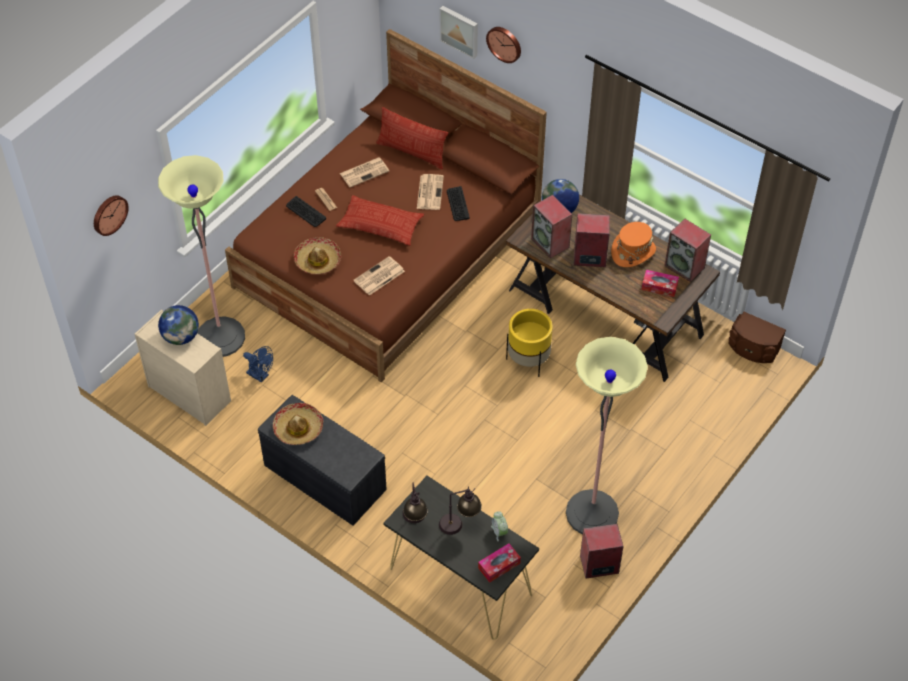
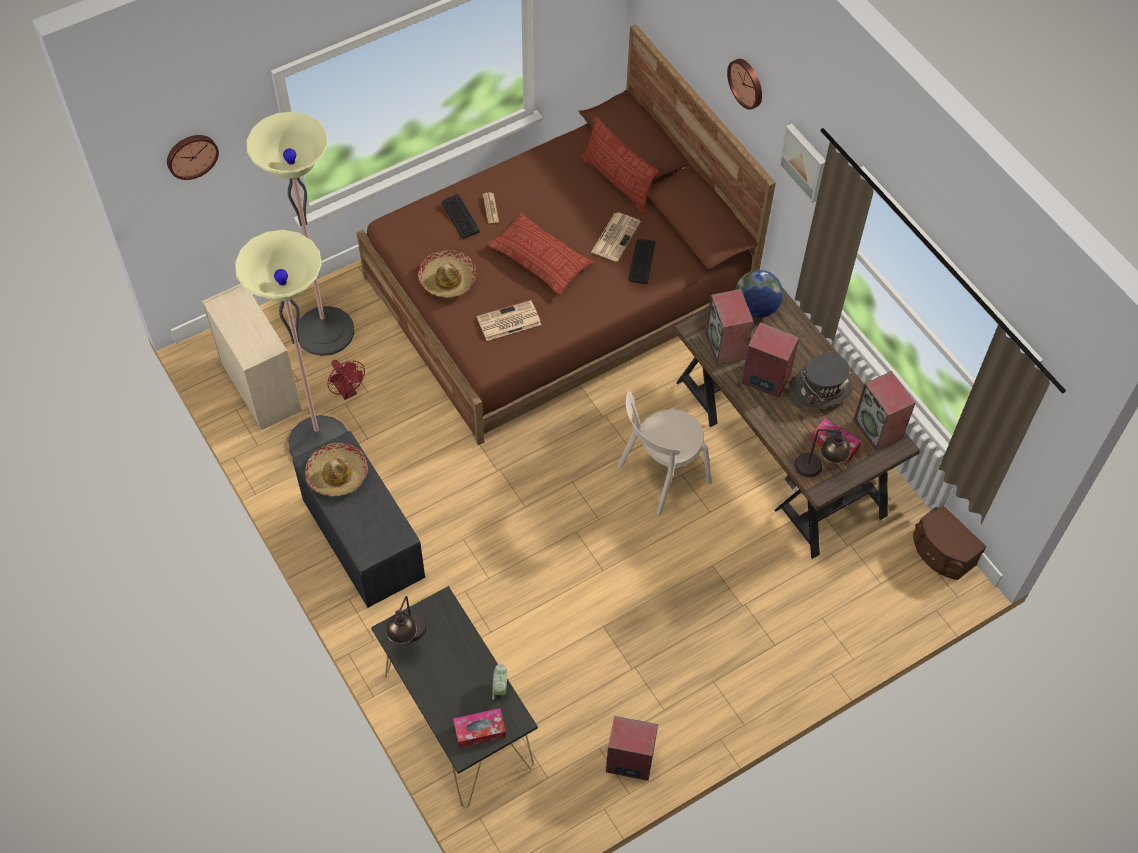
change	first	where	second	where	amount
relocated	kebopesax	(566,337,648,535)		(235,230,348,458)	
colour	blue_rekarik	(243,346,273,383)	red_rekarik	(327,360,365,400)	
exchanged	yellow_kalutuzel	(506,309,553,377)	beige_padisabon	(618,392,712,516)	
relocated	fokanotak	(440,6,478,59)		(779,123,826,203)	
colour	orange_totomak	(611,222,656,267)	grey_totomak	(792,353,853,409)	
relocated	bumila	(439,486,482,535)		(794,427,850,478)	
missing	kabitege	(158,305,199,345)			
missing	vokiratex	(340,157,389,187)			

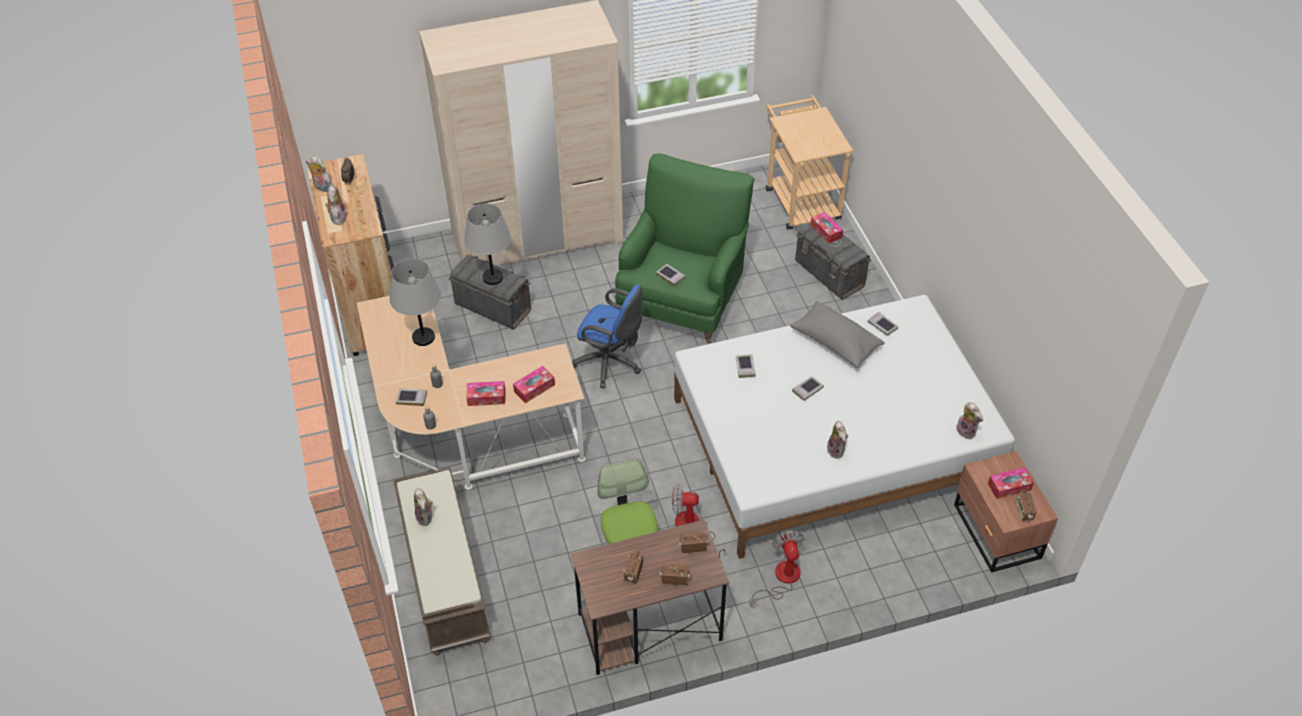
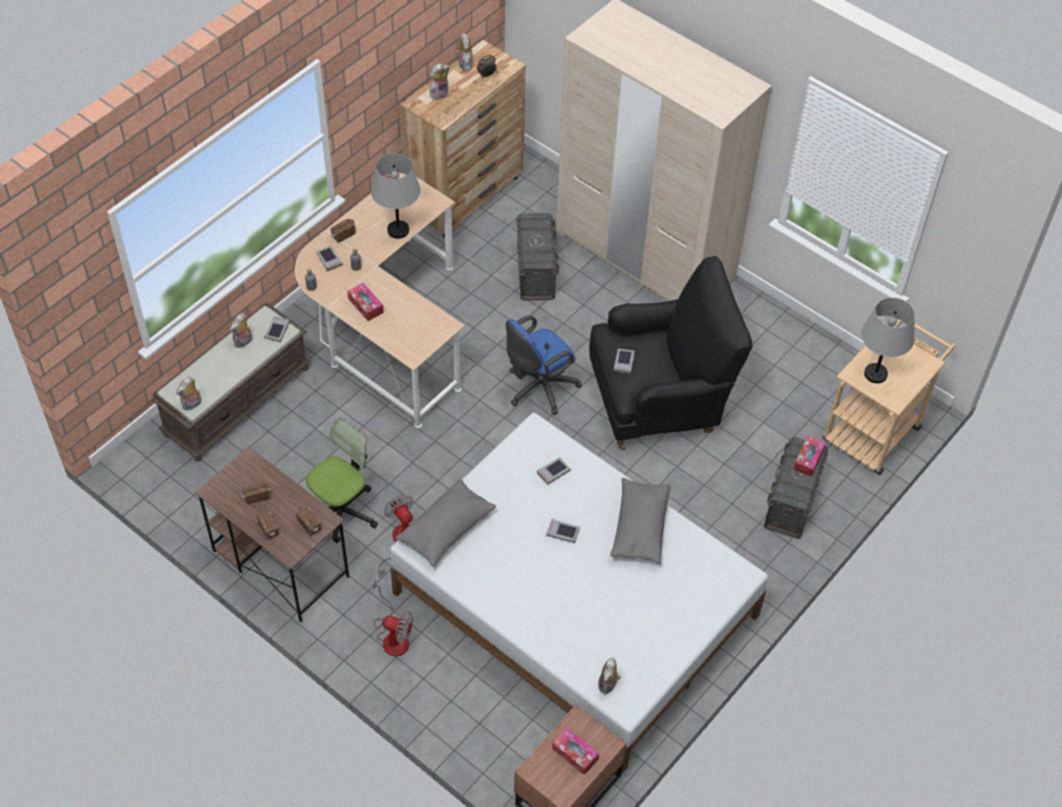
change	first	where	second	where	amount
relocated	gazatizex	(827,420,848,459)		(176,376,201,411)	
relocated	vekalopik	(867,312,899,336)		(264,316,290,342)	
relocated	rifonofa	(1016,491,1037,521)		(331,219,356,243)	
spun	rekarik	(749,530,804,606)		(373,579,413,656)	60 degrees clockwise
appeared			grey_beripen	(396,479,496,567)	
spun	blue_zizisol	(572,284,642,388)		(506,315,582,415)	60 degrees clockwise
colour	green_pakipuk	(615,154,755,344)	black_pakipuk	(589,256,752,450)	
relocated	grey_bumila	(464,203,511,285)		(861,298,914,383)	
missing	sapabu	(513,366,555,403)			

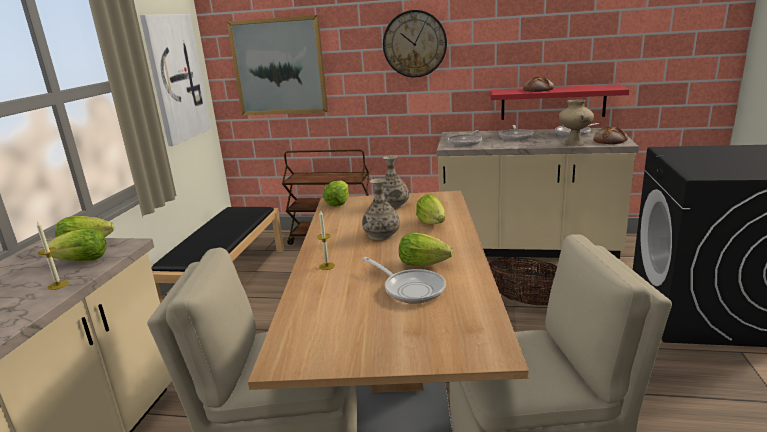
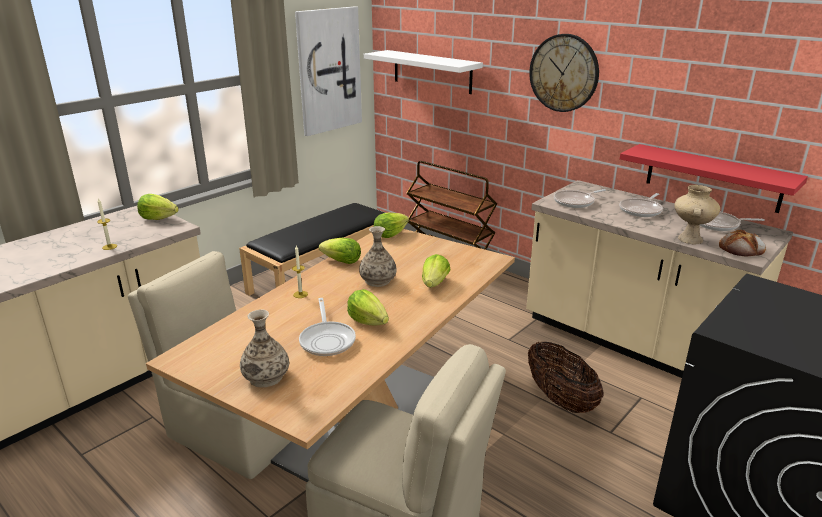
change	first	where	second	where	amount
relocated	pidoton	(383,155,409,209)		(240,309,289,387)	
relocated	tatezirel	(43,228,107,261)		(319,238,361,264)	
exchanged	fokanotak	(227,15,328,115)	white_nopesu	(364,50,483,94)	
missing	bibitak	(523,76,554,92)			

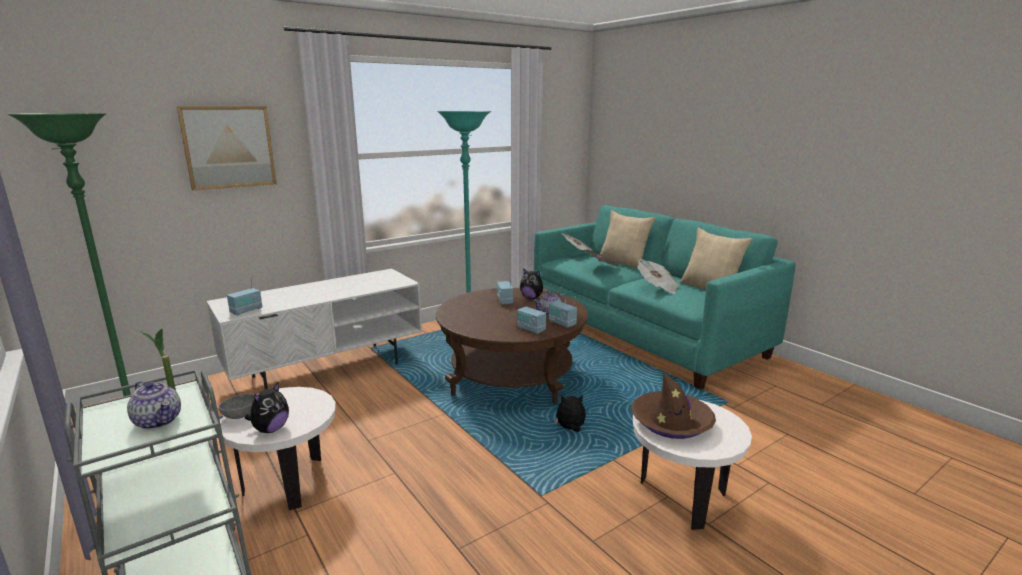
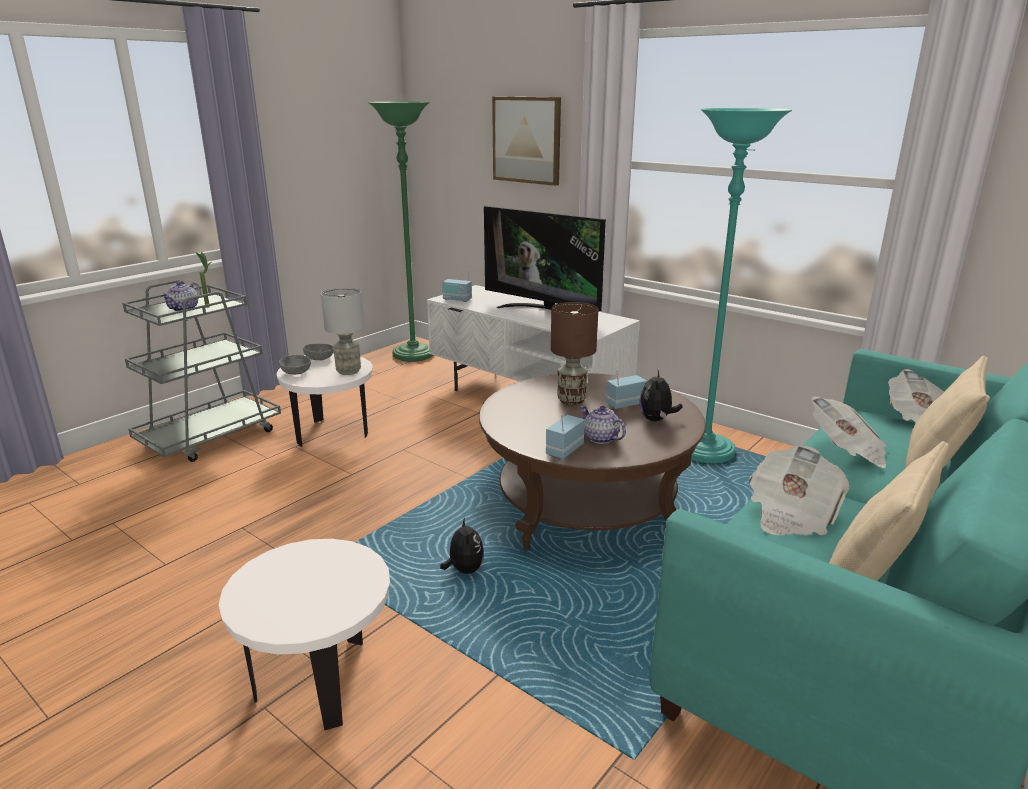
change	first	where	second	where	amount
exchanged	gazatizex	(245,382,289,433)	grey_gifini	(279,355,311,375)	
appeared			grey_bumila	(321,287,364,375)	
appeared			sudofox	(484,206,606,311)	
appeared			brown_bumila	(551,302,598,405)	
missing	rifonofa	(517,301,546,334)			
missing	brown_totomak	(631,372,716,439)			

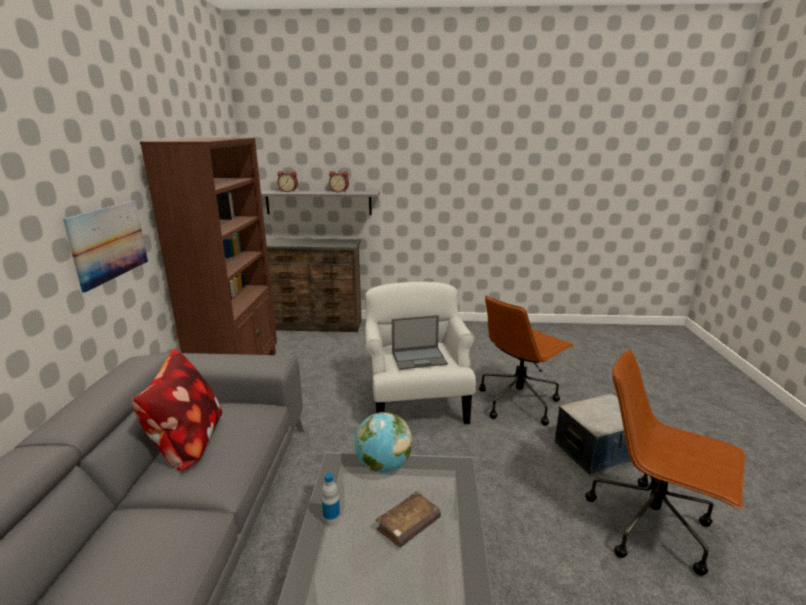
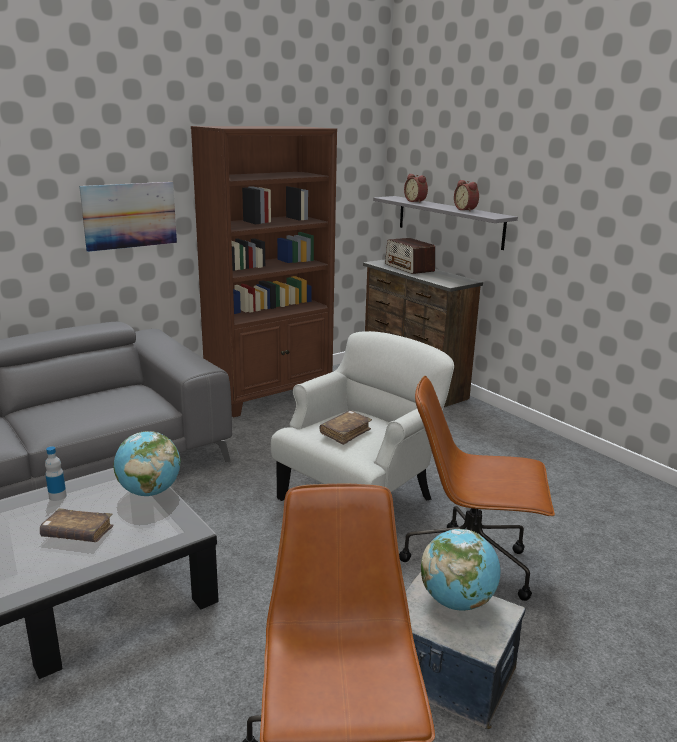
change	first	where	second	where	amount
exchanged	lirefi	(392,315,448,370)	brown_vekalopik	(320,410,372,445)	
appeared			rifonofa	(385,238,435,274)	
appeared			kabitege	(421,529,500,611)	
missing	beripen	(131,349,222,472)			

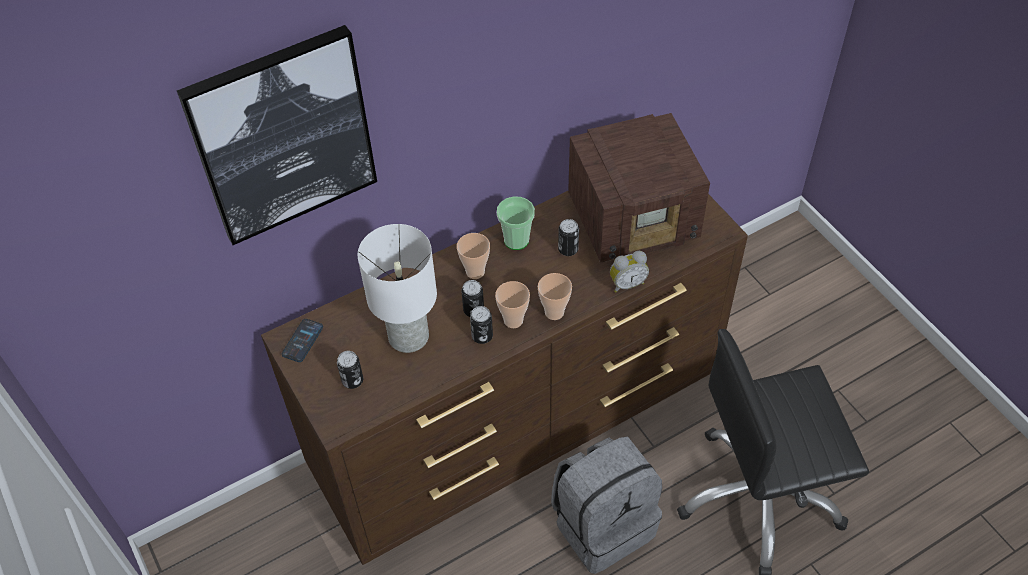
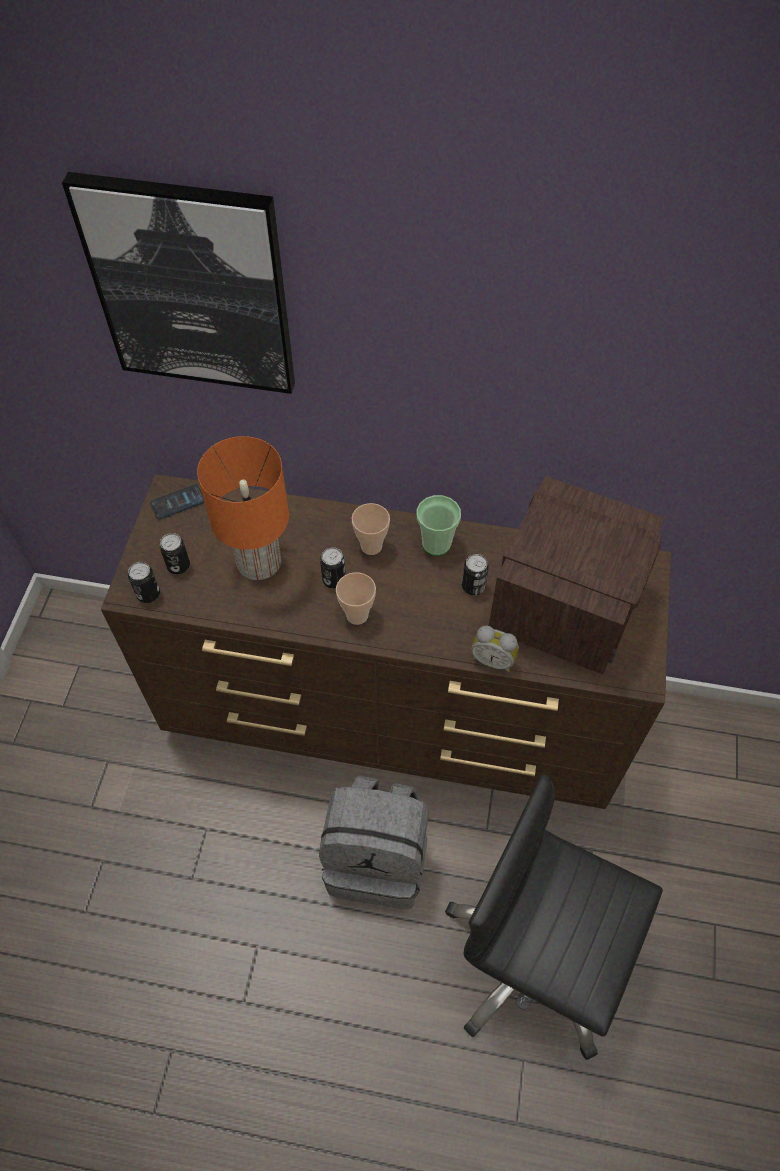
change	first	where	second	where	amount
relocated	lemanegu	(470,306,493,344)		(128,562,160,603)	
colour	white_bumila	(358,224,437,353)	orange_bumila	(197,436,289,580)	
spun	rifonofa	(568,113,710,263)		(489,476,665,675)	90 degrees counterclockwise
missing	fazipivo	(538,273,572,320)			

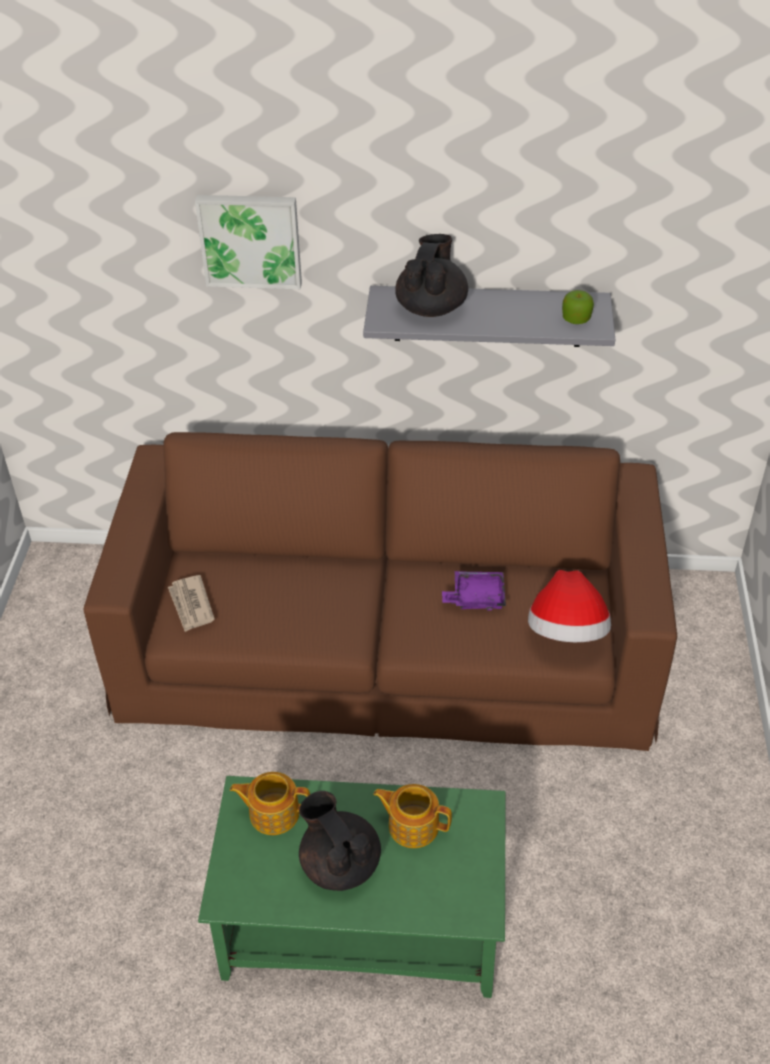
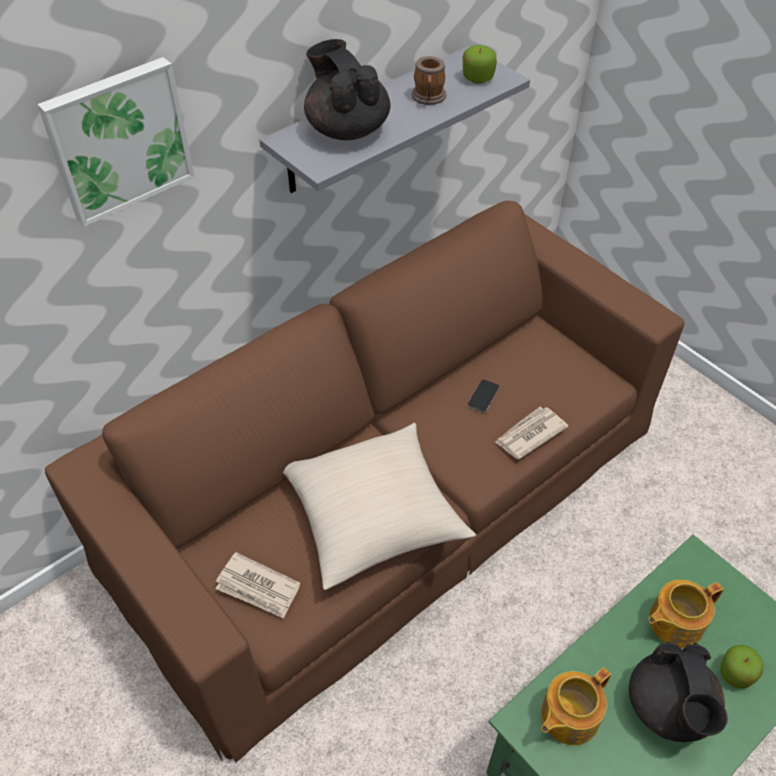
change	first	where	second	where	amount
appeared			beige_beripen	(283,423,476,590)	
appeared			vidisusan	(412,56,447,105)	
exchanged	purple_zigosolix	(442,571,506,611)	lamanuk	(468,380,499,413)	
appeared			vokiratex	(495,407,568,459)	
spun	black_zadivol	(299,791,381,891)		(629,642,728,742)	105 degrees counterclockwise
appeared			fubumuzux	(720,645,763,688)	
missing	totomak	(528,570,611,642)			

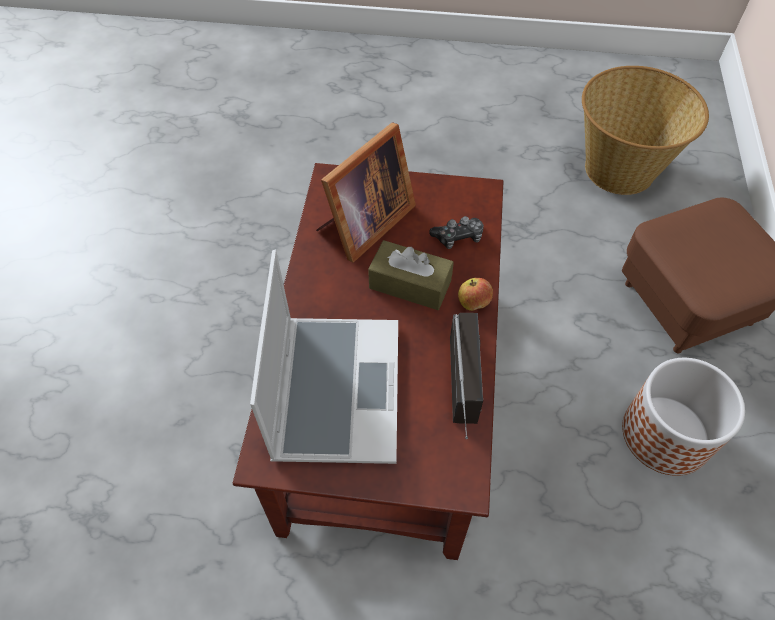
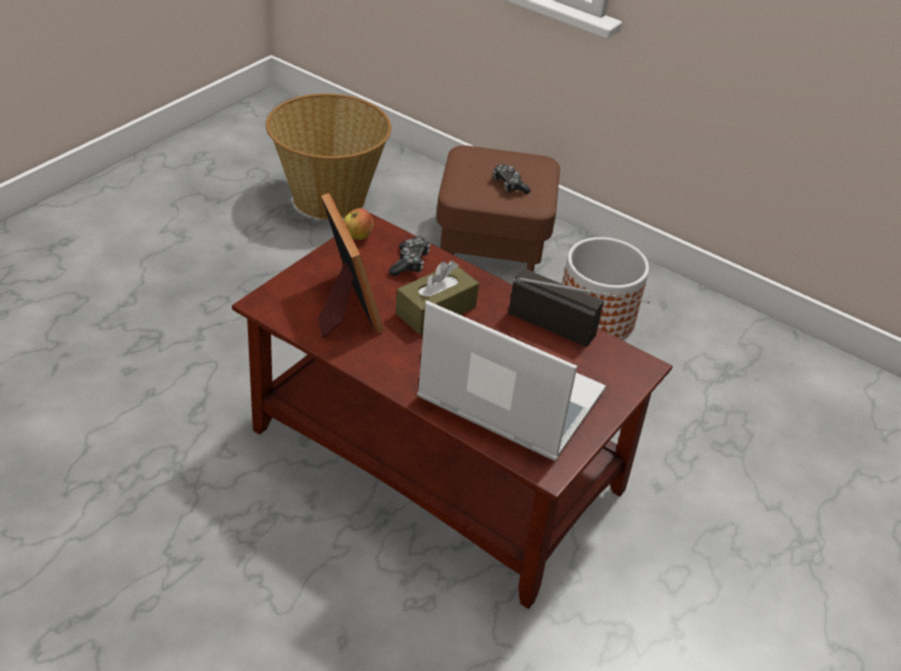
change	first	where	second	where	amount
relocated	fubumuzux	(458,278,493,311)		(344,208,374,240)	
appeared			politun	(493,164,531,194)	

